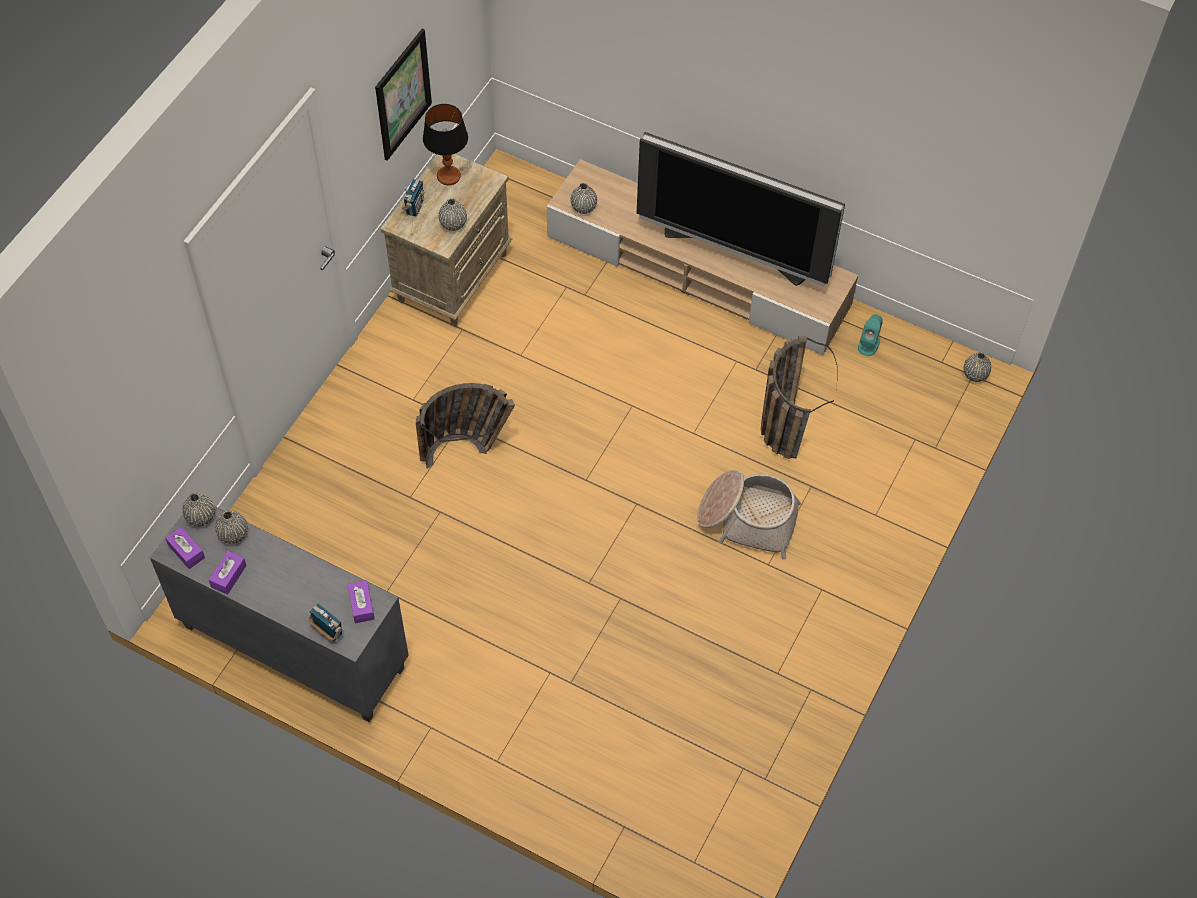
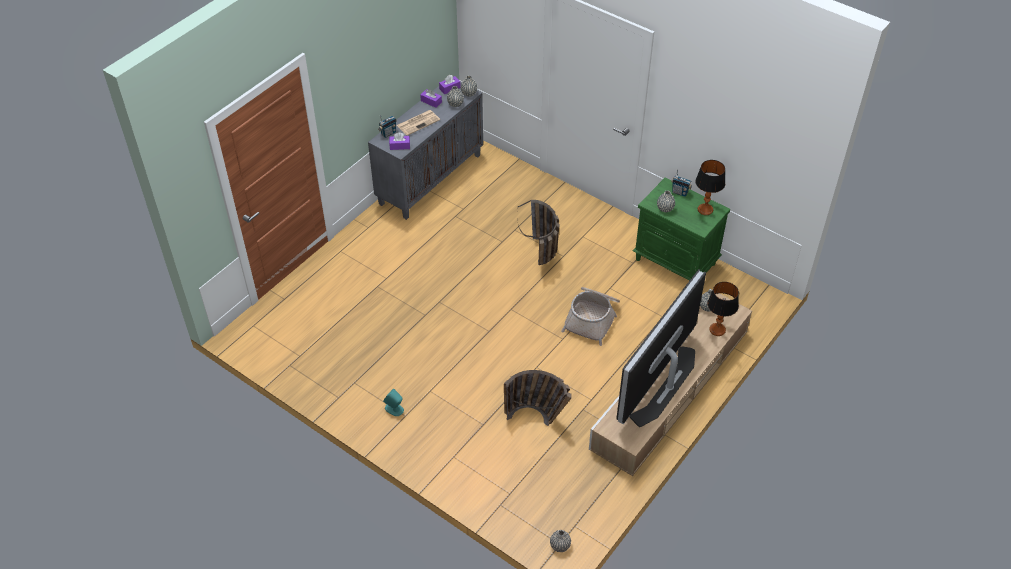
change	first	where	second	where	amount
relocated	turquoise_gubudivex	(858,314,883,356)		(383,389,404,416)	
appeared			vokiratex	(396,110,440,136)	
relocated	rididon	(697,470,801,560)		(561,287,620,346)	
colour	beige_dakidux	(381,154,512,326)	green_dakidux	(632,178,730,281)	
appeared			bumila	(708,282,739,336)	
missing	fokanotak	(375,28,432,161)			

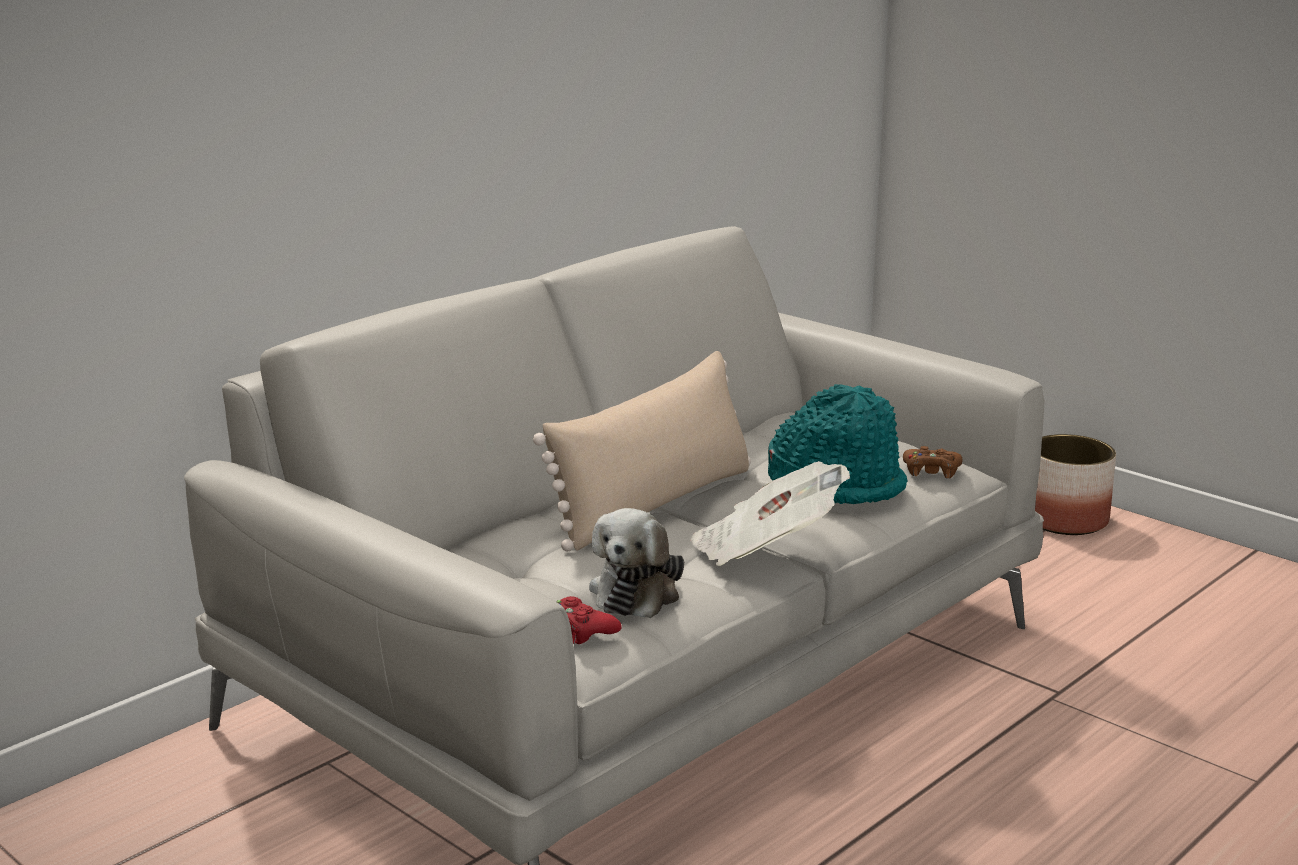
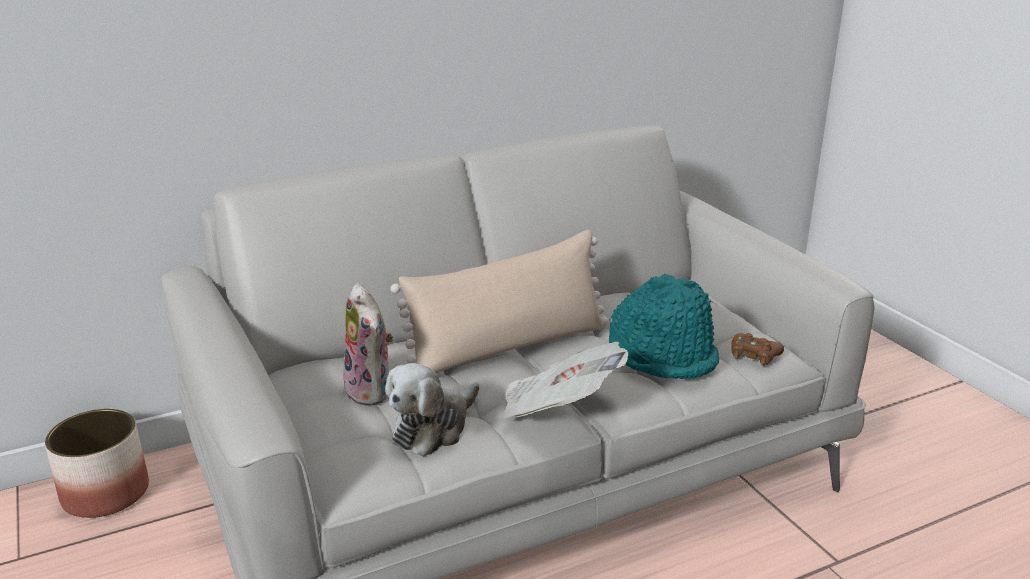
change	first	where	second	where	amount
relocated	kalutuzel	(1035,434,1116,535)		(45,409,149,518)	
appeared			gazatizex	(343,283,393,406)	
missing	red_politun	(556,596,622,644)			

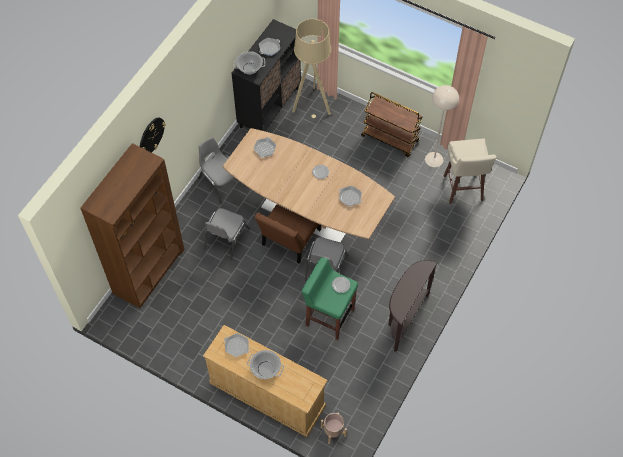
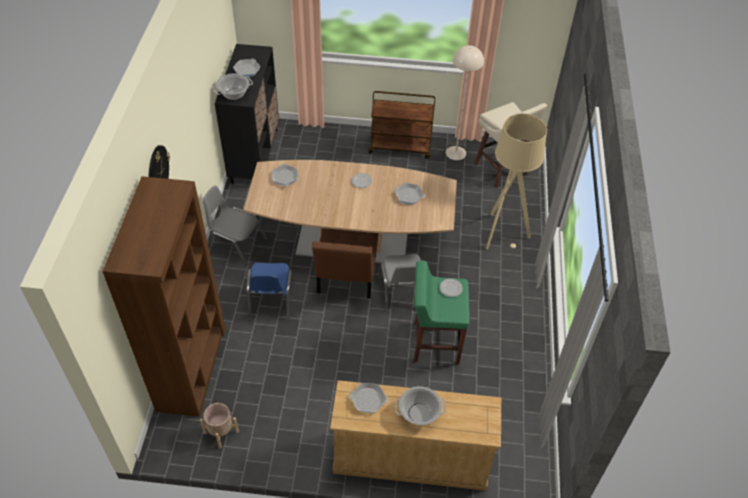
change	first	where	second	where	amount
relocated	beige_kalutuzel	(321,413,347,444)		(200,403,239,448)	
colour	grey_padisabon	(204,208,250,260)	blue_padisabon	(247,263,294,321)	
relocated	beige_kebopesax	(292,19,331,118)		(486,114,547,249)	
missing	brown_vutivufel	(388,260,437,352)			

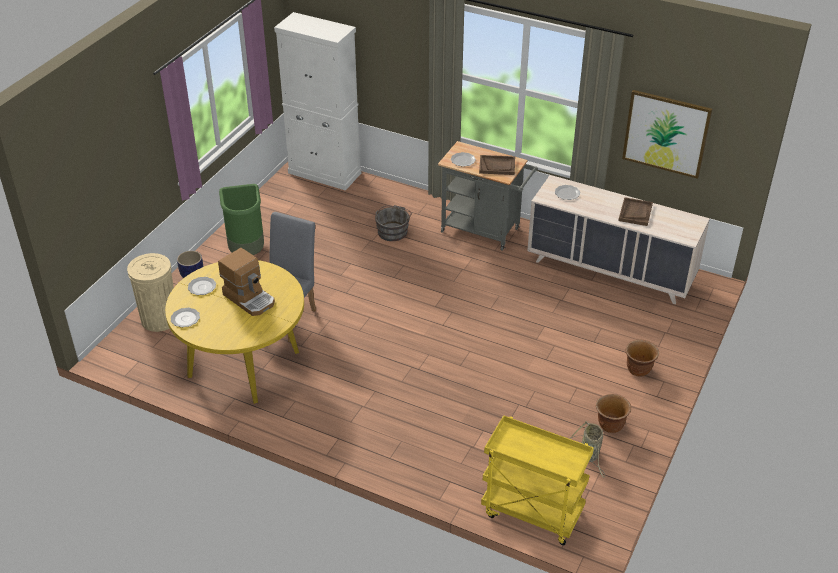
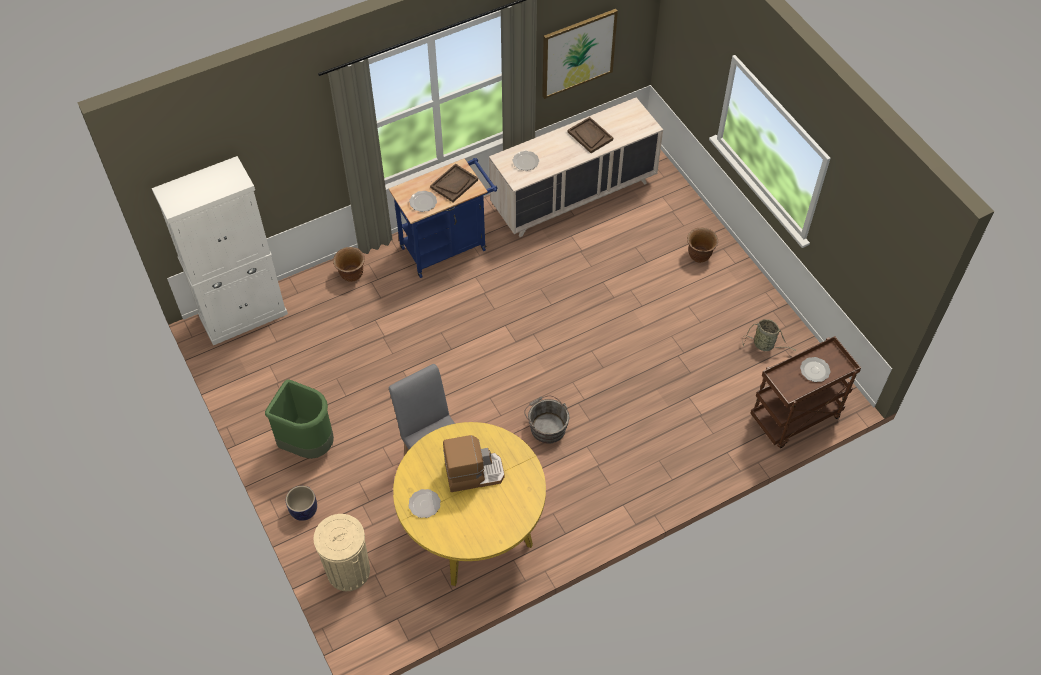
change	first	where	second	where	amount
relocated	brown_kalutuzel	(596,394,631,433)		(333,247,365,282)	
colour	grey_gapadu	(438,141,538,251)	blue_gapadu	(389,158,497,278)	
relocated	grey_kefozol	(375,205,411,241)		(524,396,569,443)	
colour	yellow_gapadu	(481,415,594,545)	brown_gapadu	(750,336,861,448)	
relocated	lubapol	(171,308,200,327)		(800,357,830,382)	

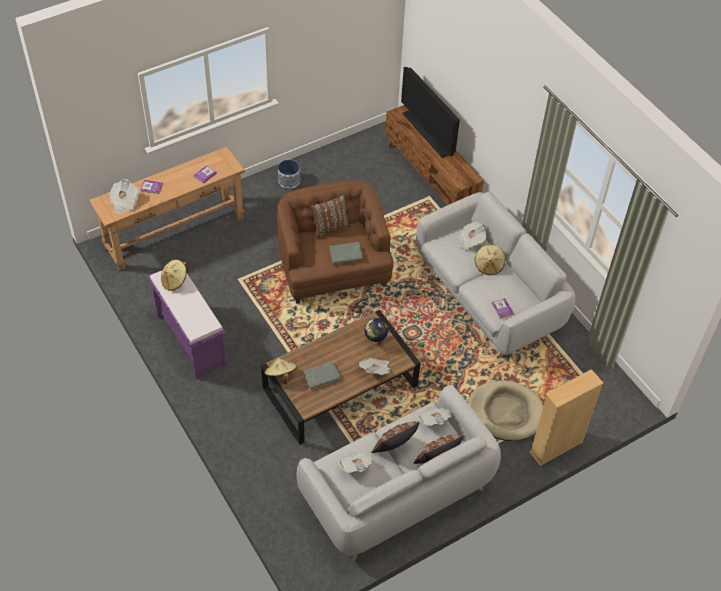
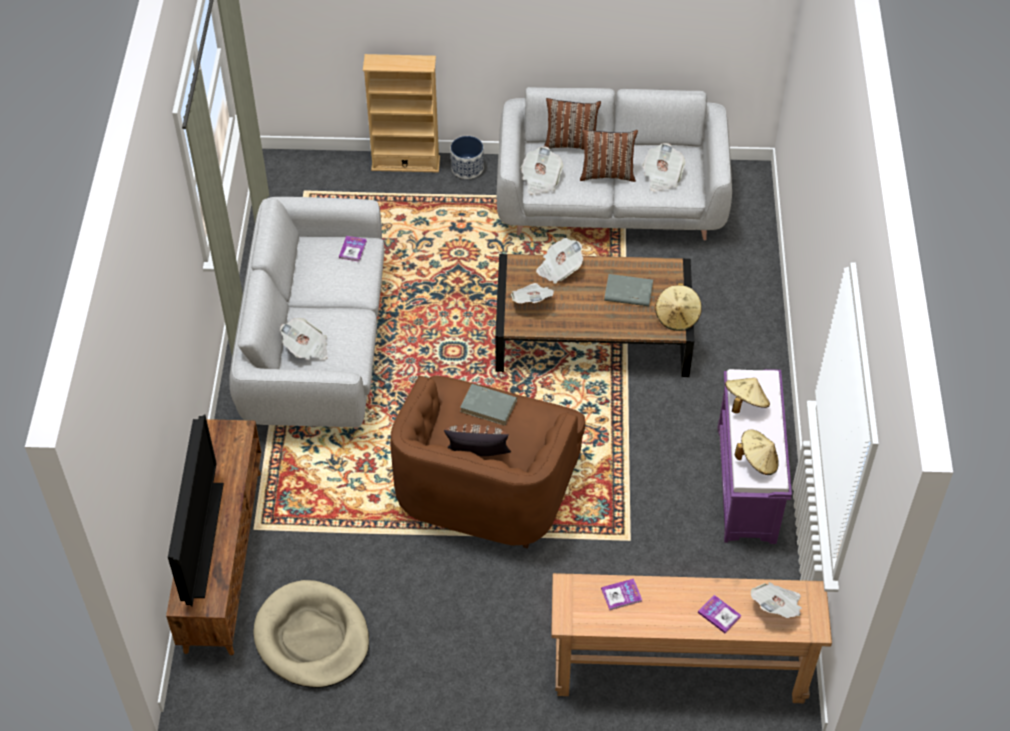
change	first	where	second	where	amount
relocated	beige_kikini	(468,380,544,441)		(253,580,369,688)	
relocated	kalutuzel	(278,160,300,189)		(451,136,484,179)	
exchanged	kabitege	(364,318,388,346)	vokiratex	(511,283,554,303)	
relocated	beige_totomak	(475,243,505,275)		(725,378,770,413)	

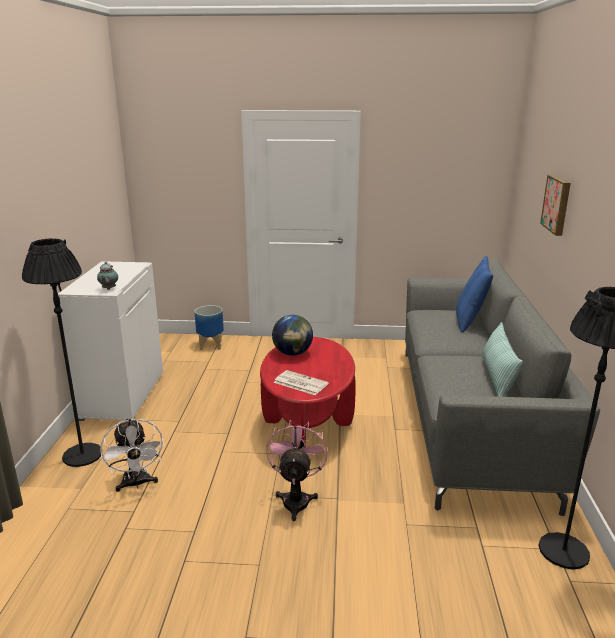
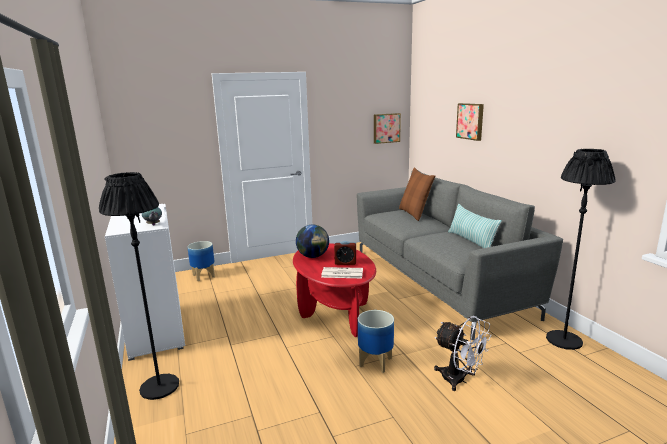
change	first	where	second	where	amount
appeared			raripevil	(334,241,356,265)	
exchanged	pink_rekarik	(266,420,328,521)	kalutuzel	(358,310,394,373)	
appeared			fokanotak	(374,113,401,144)	
colour	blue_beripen	(456,256,493,333)	brown_beripen	(399,167,435,221)	
relocated	white_rekarik	(100,418,164,492)		(434,316,492,391)	

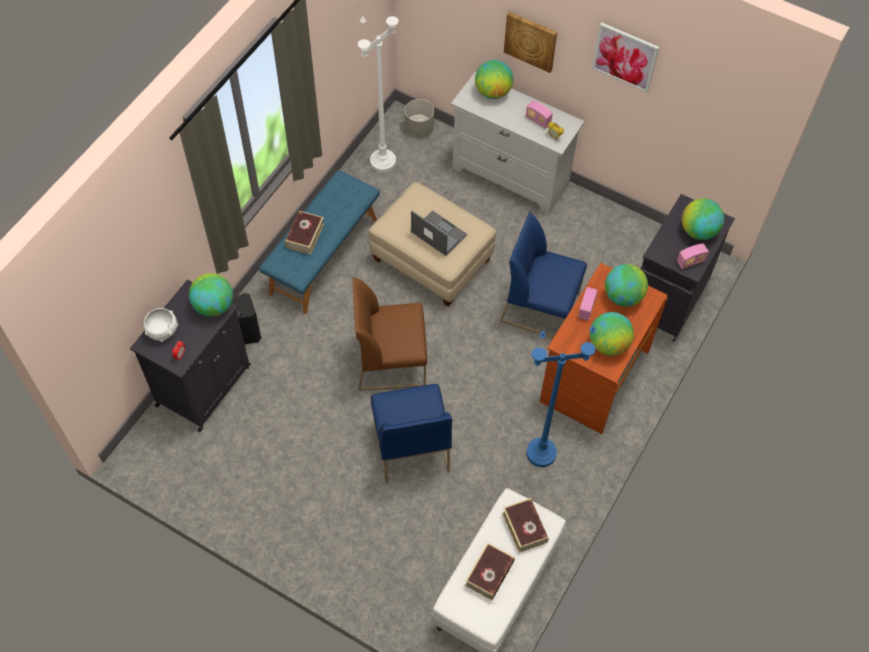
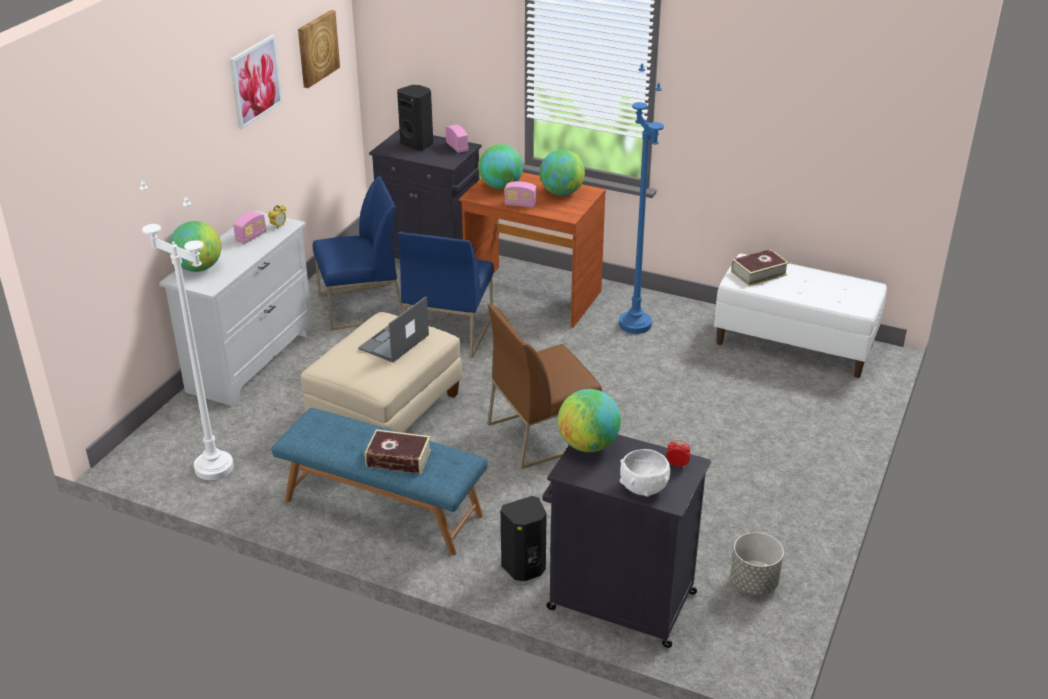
change	first	where	second	where	amount
relocated	fokanotak	(504,12,557,73)		(298,10,340,88)	
relocated	blue_padisabon	(371,384,452,484)		(313,176,403,331)	
exchanged	kabitege	(682,198,724,240)	black_gubudivex	(397,85,433,150)	
spun	brown_padisabon	(353,277,427,391)		(488,304,602,469)	75 degrees clockwise
relocated	grey_kalutuzel	(405,99,434,137)		(730,532,784,595)	
missing	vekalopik	(465,542,515,600)			

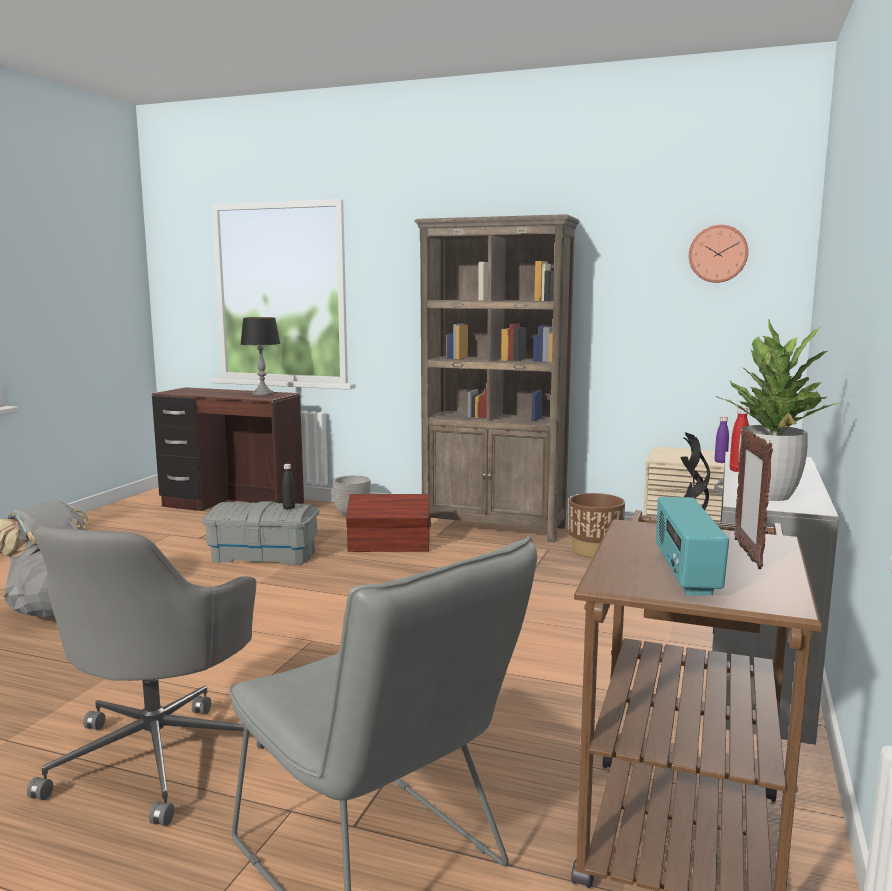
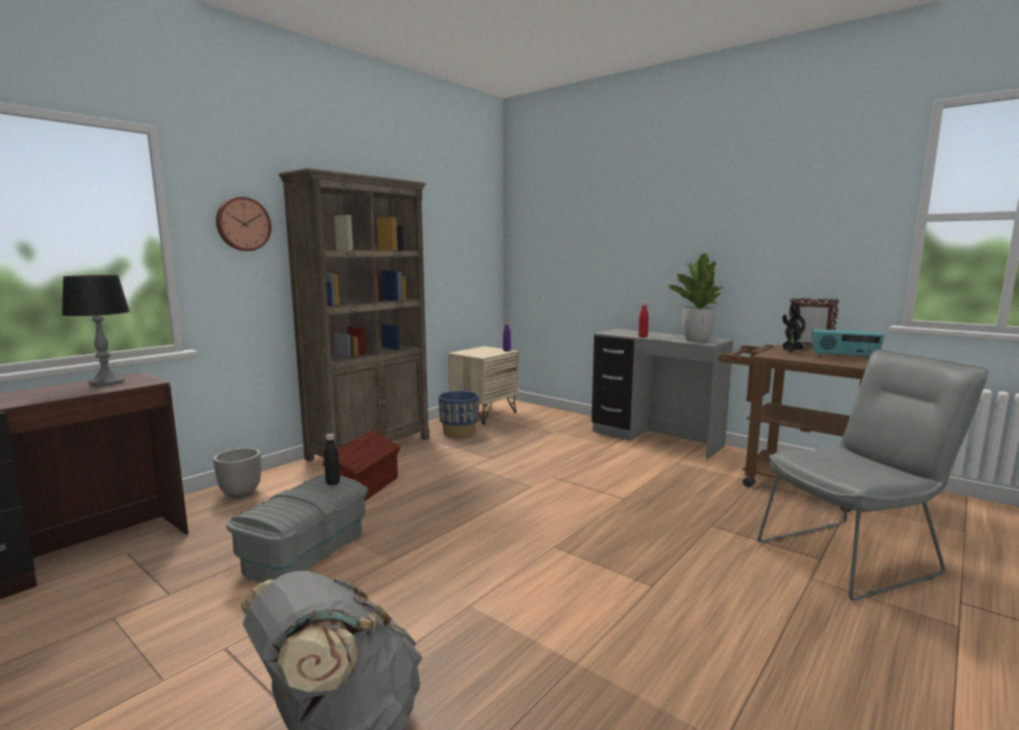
change	first	where	second	where	amount
relocated	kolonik	(689,225,748,283)		(216,197,271,251)	
colour	brown_kalutuzel	(568,493,625,558)	blue_kalutuzel	(438,391,479,437)	
missing	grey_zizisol	(27,526,265,826)			

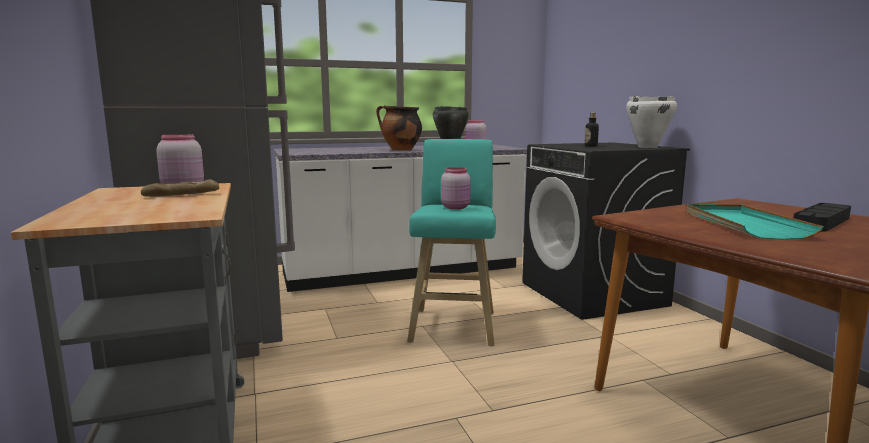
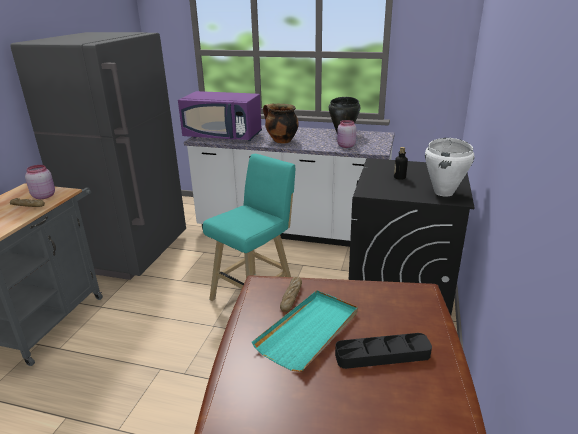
change	first	where	second	where	amount
appeared			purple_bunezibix	(178,91,262,141)	
appeared			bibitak	(280,277,302,312)	
missing	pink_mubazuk	(441,167,471,209)			

